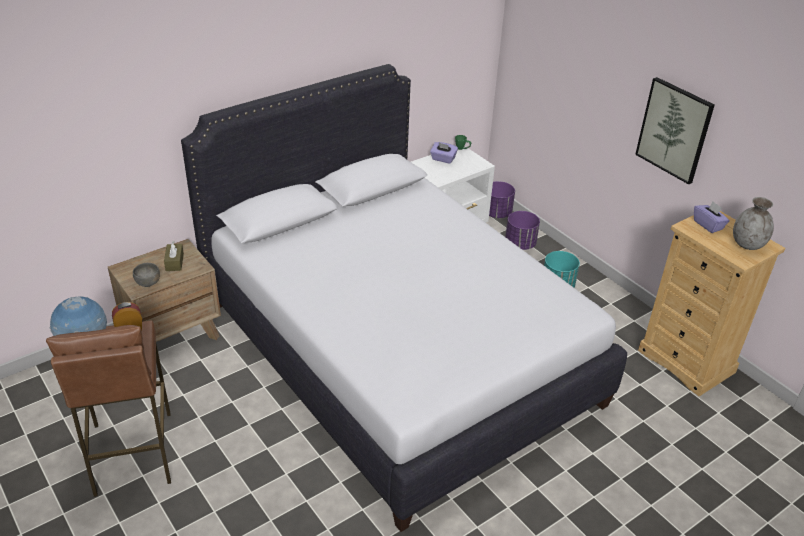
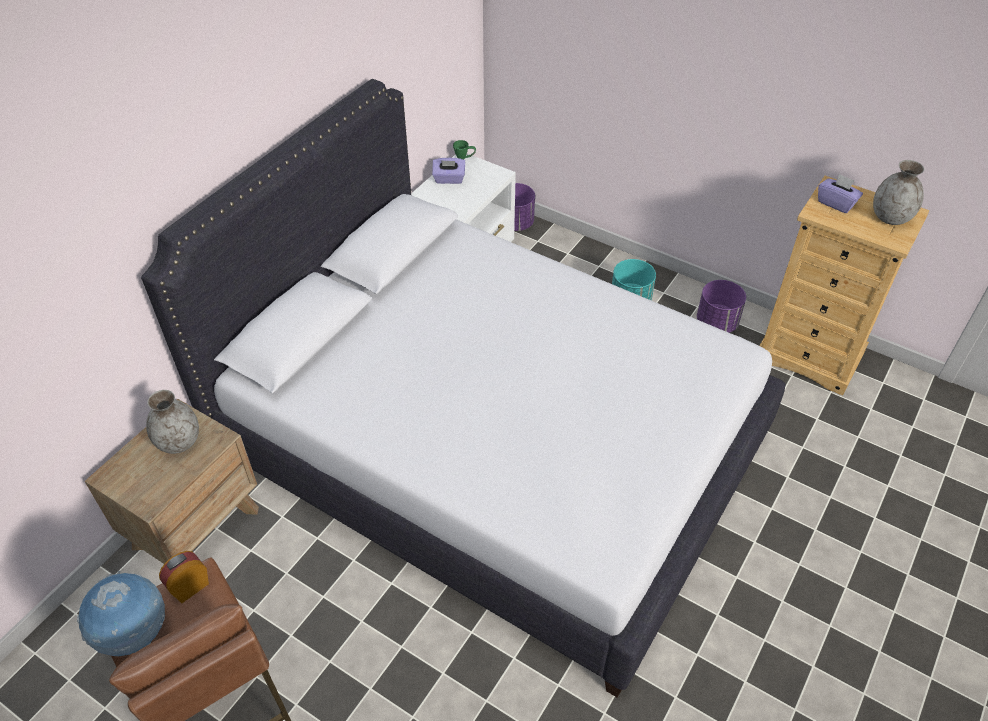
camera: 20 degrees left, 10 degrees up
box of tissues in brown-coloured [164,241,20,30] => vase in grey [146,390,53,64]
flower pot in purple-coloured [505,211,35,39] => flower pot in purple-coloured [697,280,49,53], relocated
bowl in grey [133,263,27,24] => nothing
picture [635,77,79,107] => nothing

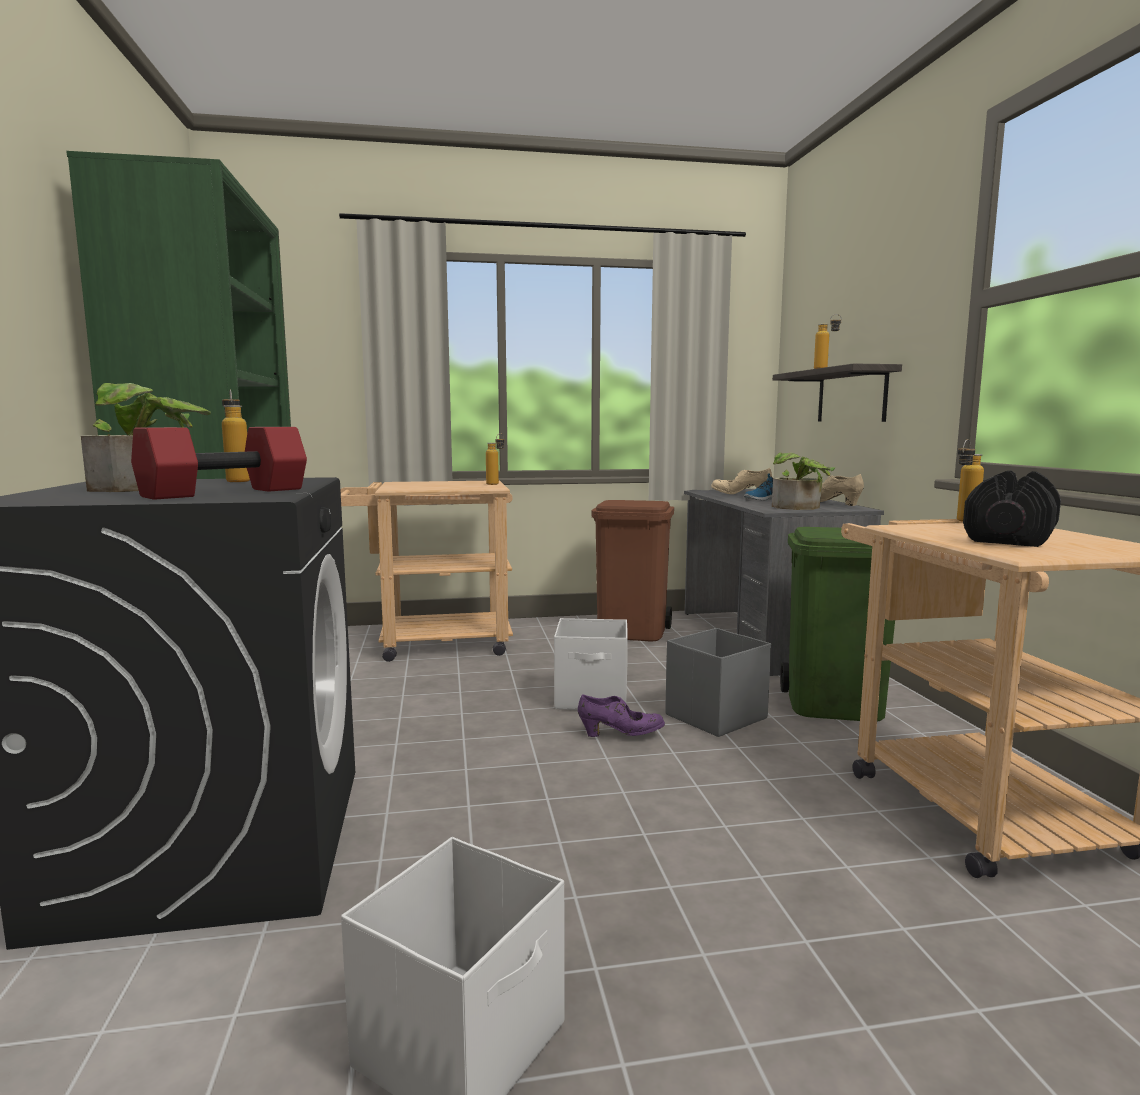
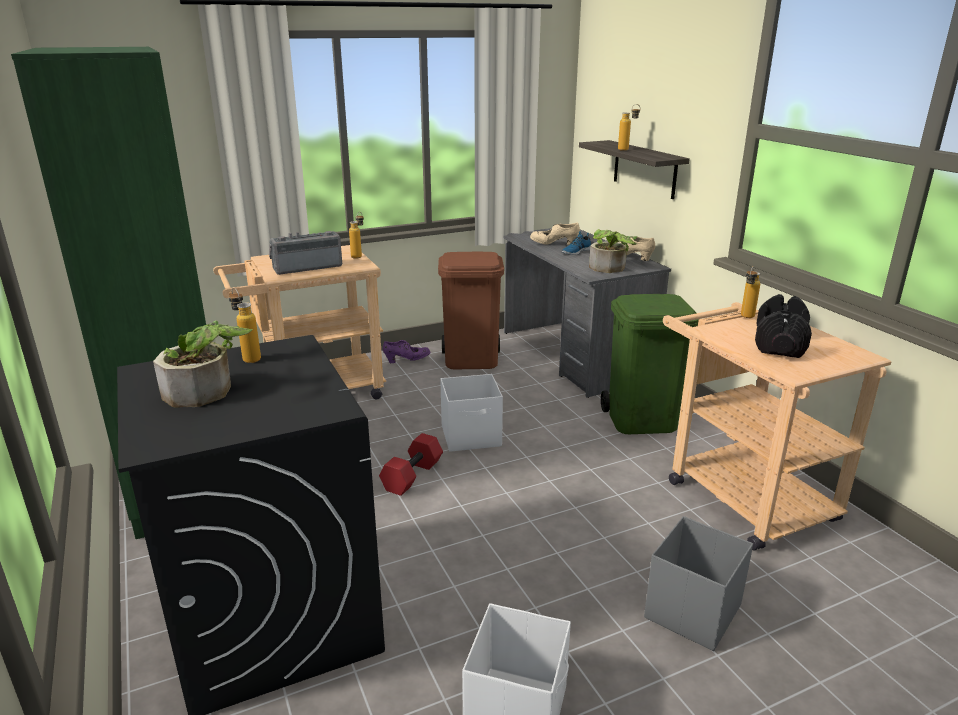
camera: 15 degrees left, 15 degrees up
nothing => radio receiver [269,231,73,44]
free weight in reddish [131,427,176,73] => free weight in reddish [379,433,64,63], relocated
shoe in purple-coloured [578,694,87,43] => shoe in purple-coloured [383,340,48,23], relocated
storage container in grey [665,628,106,109] => storage container in grey [644,516,109,135], relocated

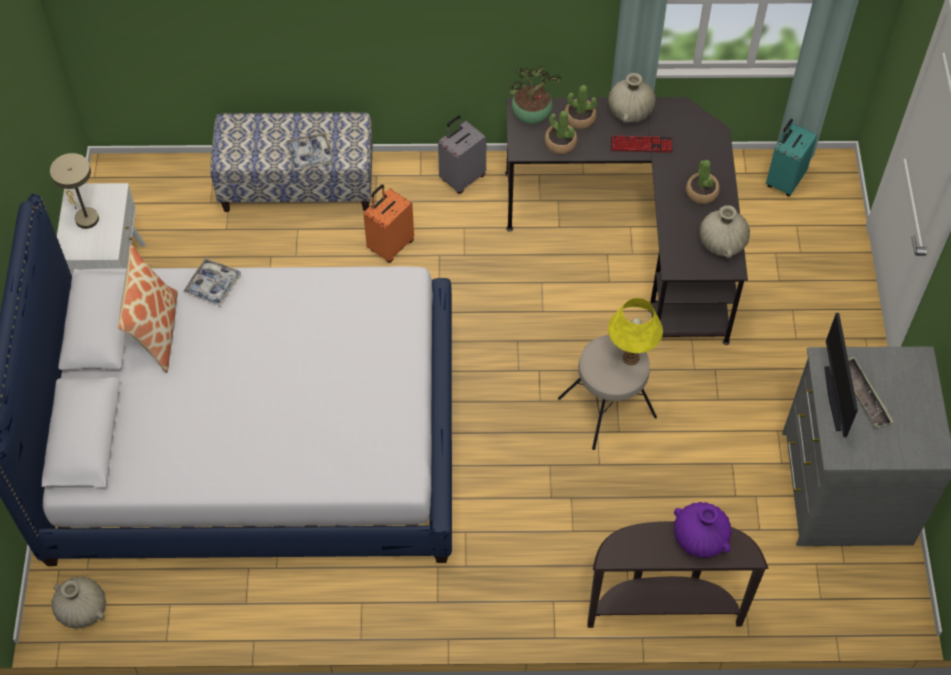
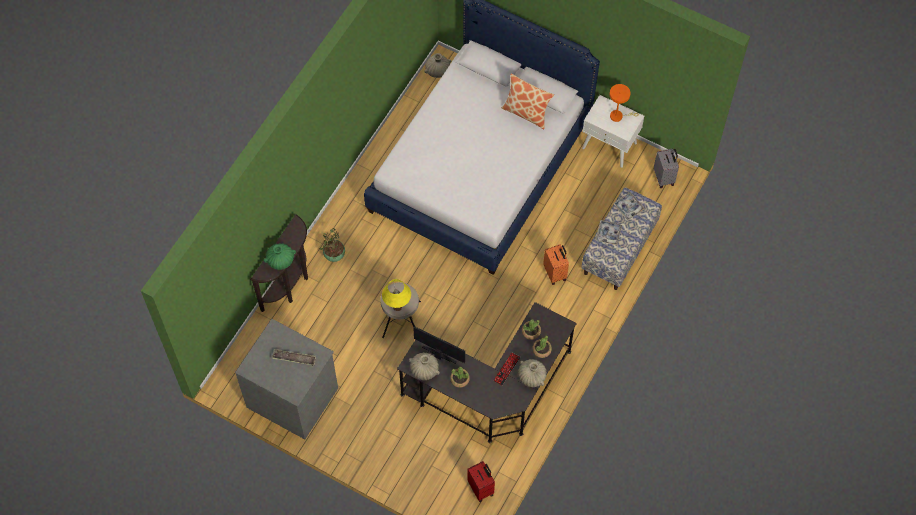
camera: 120 degrees right, 5 degrees up
vase in purple-coloured [674,502,58,56] => vase in greenish [264,243,32,27]
houseplant [508,66,54,58] => houseplant [319,228,26,34], relocated
computer screen [824,313,34,124] => computer screen [413,326,52,38], relocated
travel case in turquoise [766,119,51,77] => travel case in reddish [467,461,28,41]
lamp for a table in beige-coloured [50,153,49,76] => lamp for a table in orange [609,84,30,38]
carrying tray [184,257,57,49] => carrying tray [613,192,32,28], relocated
travel case in grey [438,115,48,79] => travel case in grey [654,149,25,39], relocated

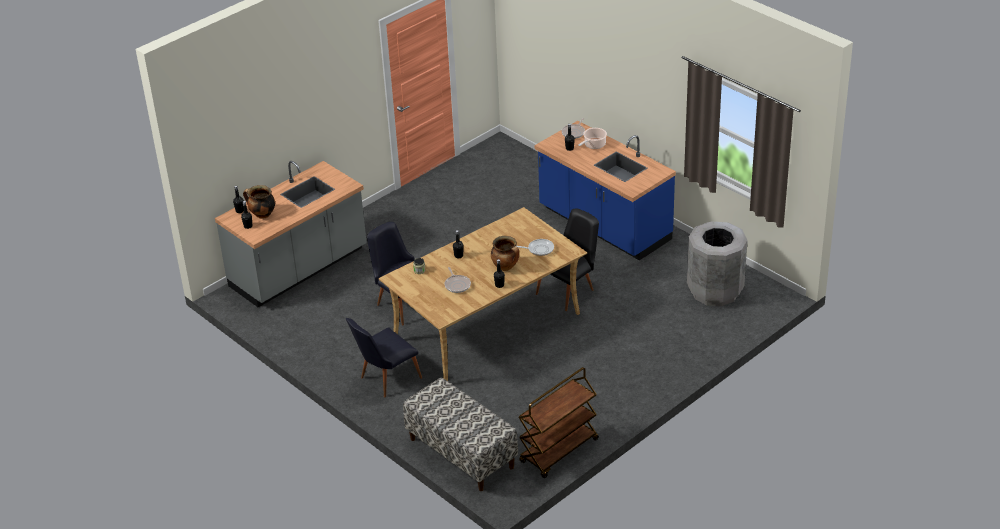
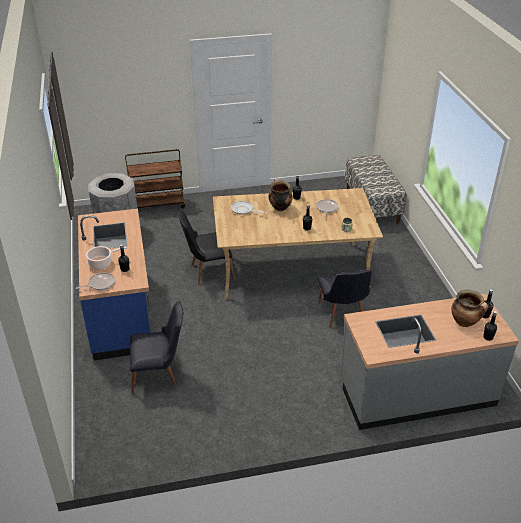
camera: 150 degrees left, 0 degrees up
wheeled cart in brown-coloured [518,367,81,111] => wheeled cart in brown-coloured [125,149,60,60], relocated
upright chair in blackish [346,318,76,80] => upright chair in blackish [130,301,53,92], relocated

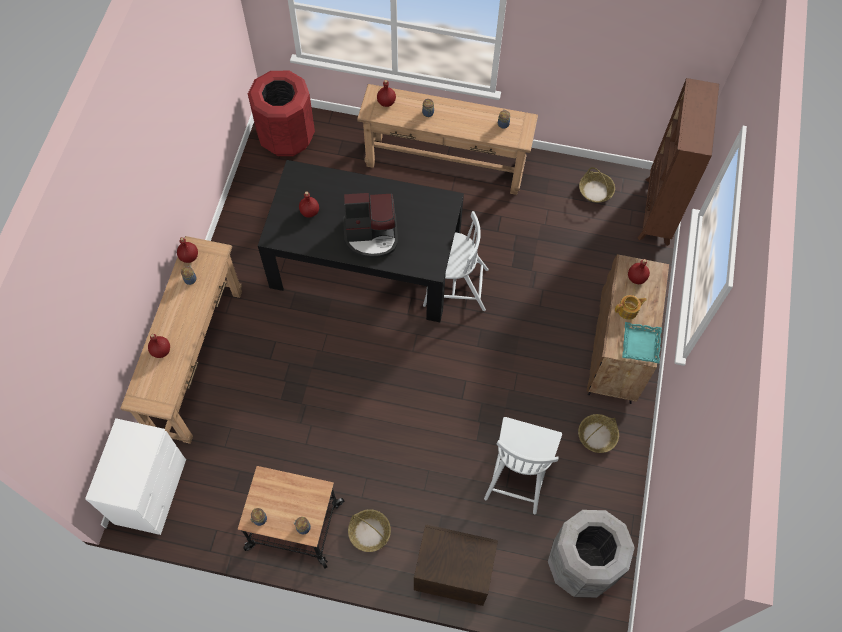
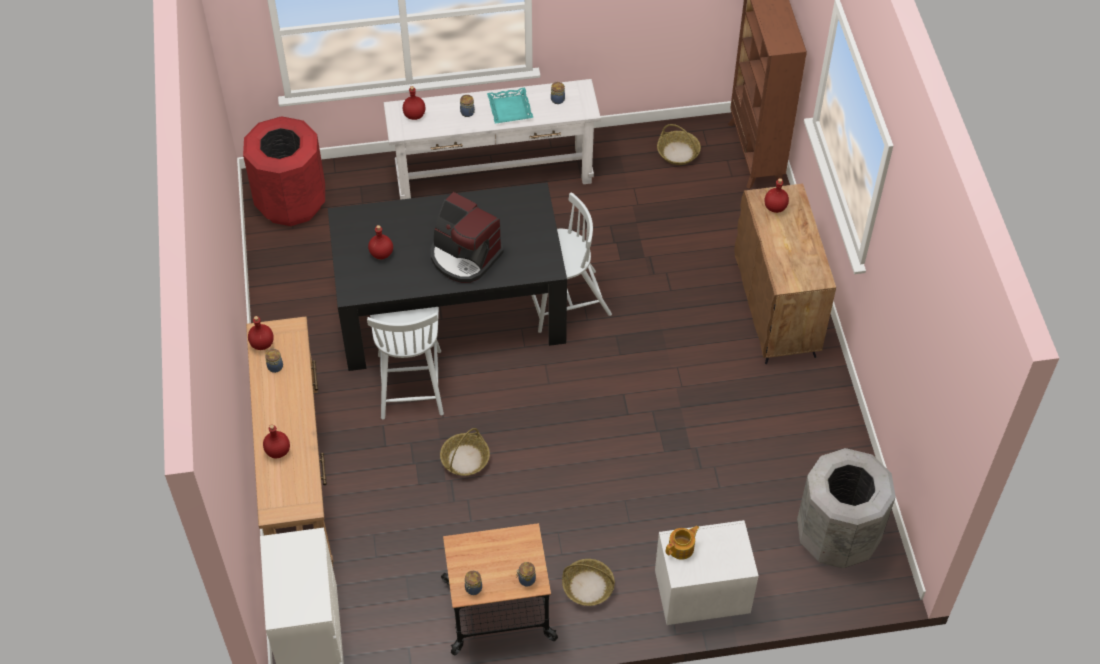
camera: 20 degrees left, 10 degrees down
upright chair in whitish [484,417,78,98] => upright chair in whitish [367,307,77,113], relocated
console table in brown-coloured [357,84,181,111] => console table in whitish [384,79,217,121]
coffee maker [343,193,55,65] => coffee maker [431,192,73,91], 60 degrees clockwise
storage basket [578,414,41,39] => storage basket [440,428,50,48], relocated
carrying tray in turquoise [622,322,40,41] => carrying tray in turquoise [487,88,46,36], relocated
nightstand in brown-coloured [414,525,84,81] => nightstand in whitish [655,520,104,105]
tea pot [615,295,32,25] => tea pot [666,526,33,34], relocated

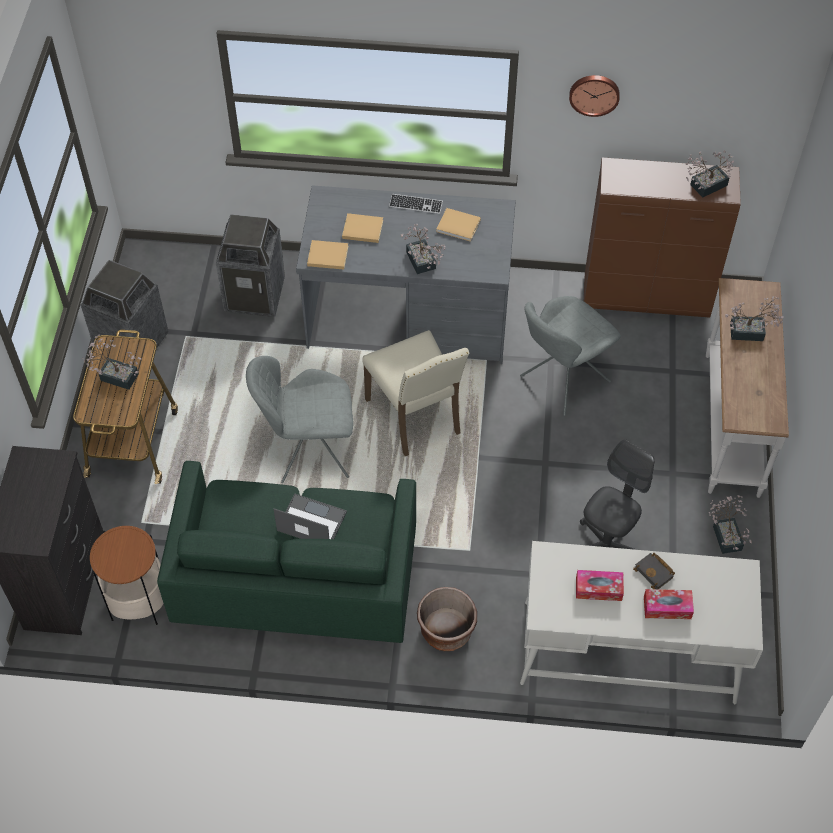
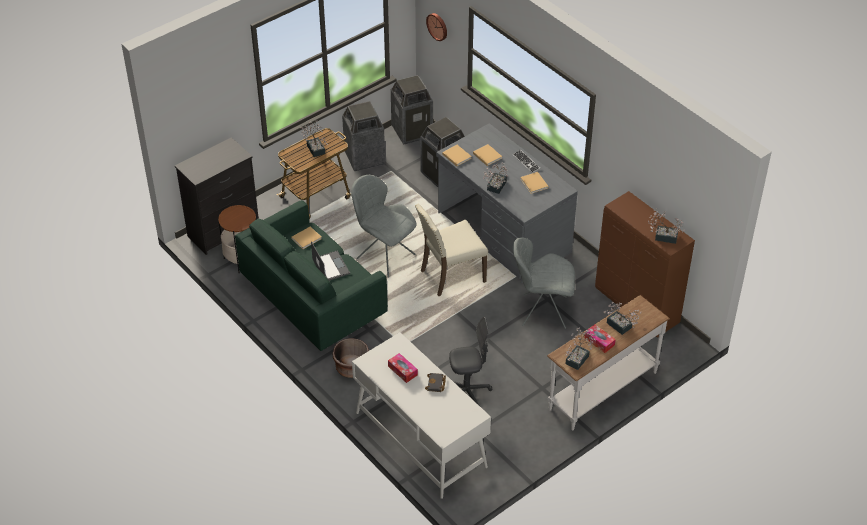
camera: 45 degrees right, 10 degrees down
nothing => bound book in beige-coloured [291,226,31,23]
nothing => trash can [391,75,42,70]
upright chair in beige-coloured [362,330,107,126] => upright chair in beige-coloured [415,204,73,92], 45 degrees clockwise
clock on the wall [569,75,51,42] => clock on the wall [426,13,21,28], relocated
houseplant [709,495,43,59] => houseplant [565,328,31,42], relocated
box of tissues [644,589,50,30] => box of tissues [584,324,32,29], relocated

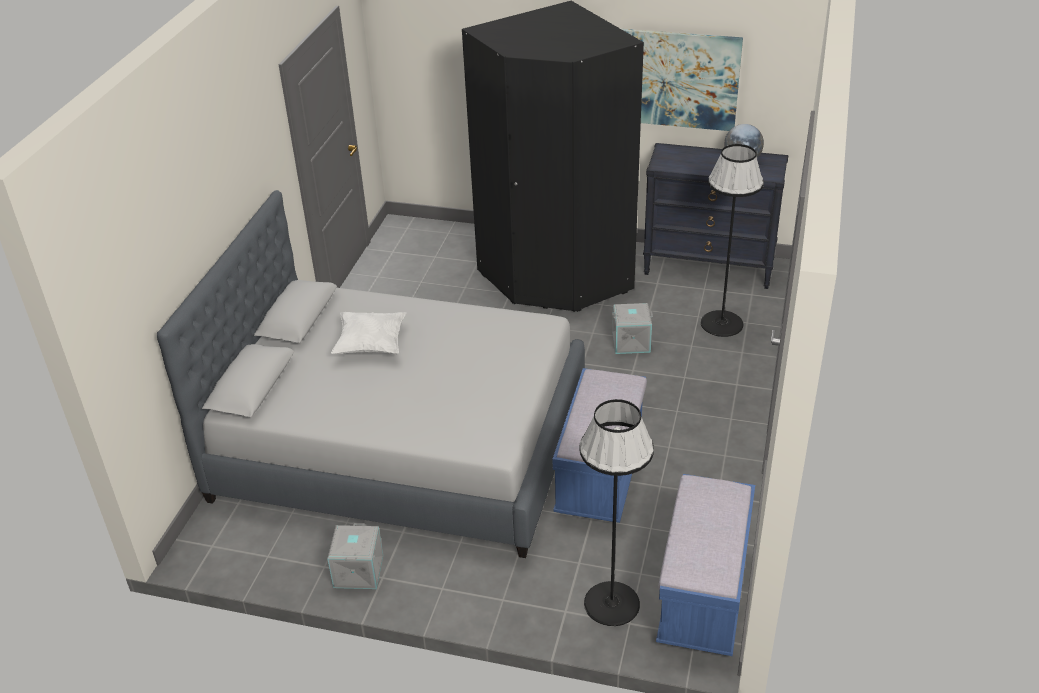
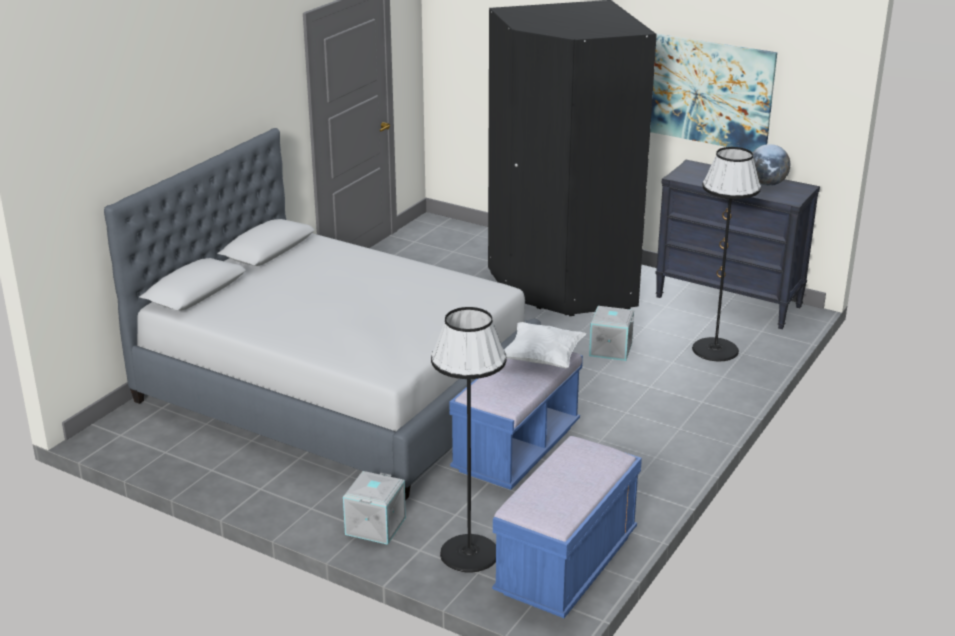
camera: 15 degrees right, 10 degrees down
storage container in grey [327,523,56,66] => storage container in grey [343,471,63,74], relocated
pillow in whitish [331,312,75,42] => pillow in whitish [504,322,82,46], relocated

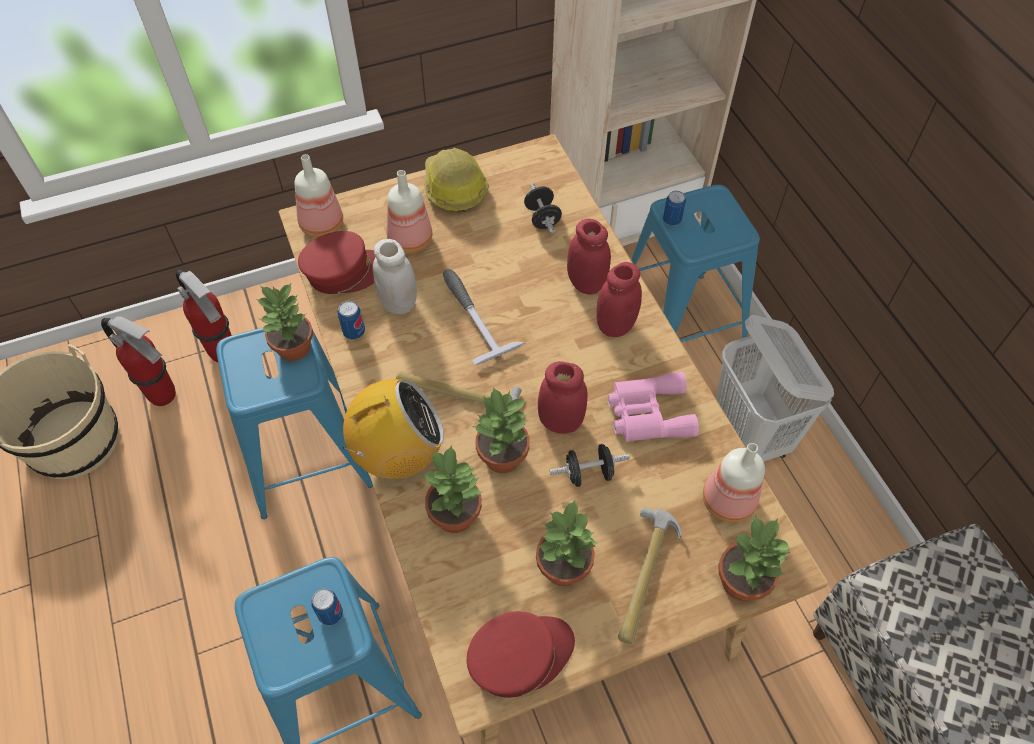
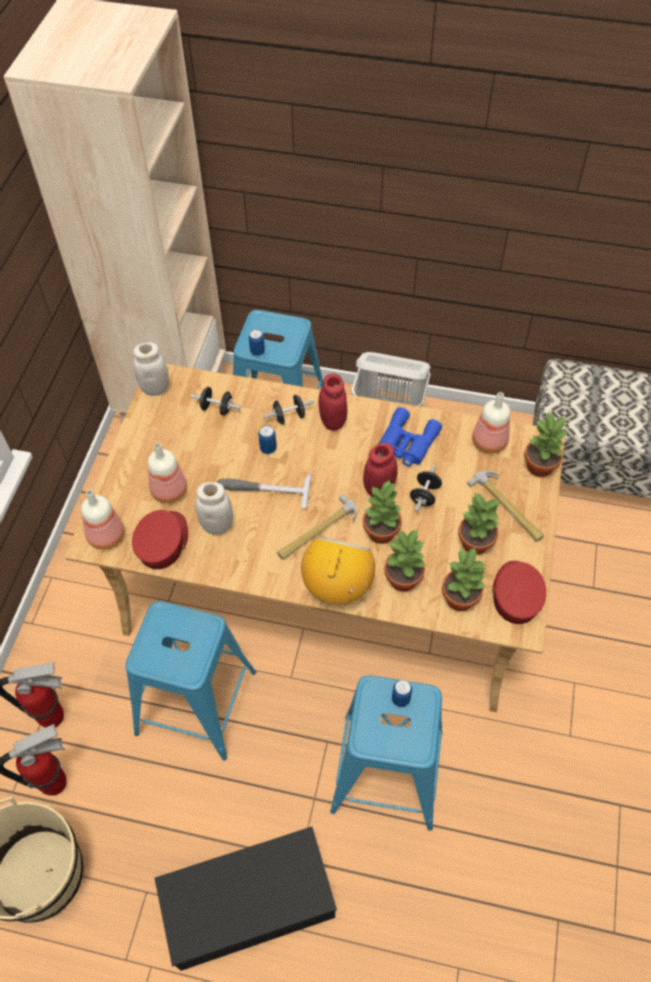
camera: 55 degrees left, 0 degrees up
nothing => preserve jar in whitish [133,342,36,54]
nothing => storage container in blackish [155,827,182,144]
can [338,301,27,39] => can [258,425,19,29], relocated
preserve jar in reddish [567,219,44,76] => free weight in blackish [263,395,51,29]
binoculars in pinkish [608,372,91,70] => binoculars in blue [379,407,63,60]
houseplant [256,282,57,79] => houseplant [442,547,44,64], relocated
safety helmet [424,148,65,64] => nothing

